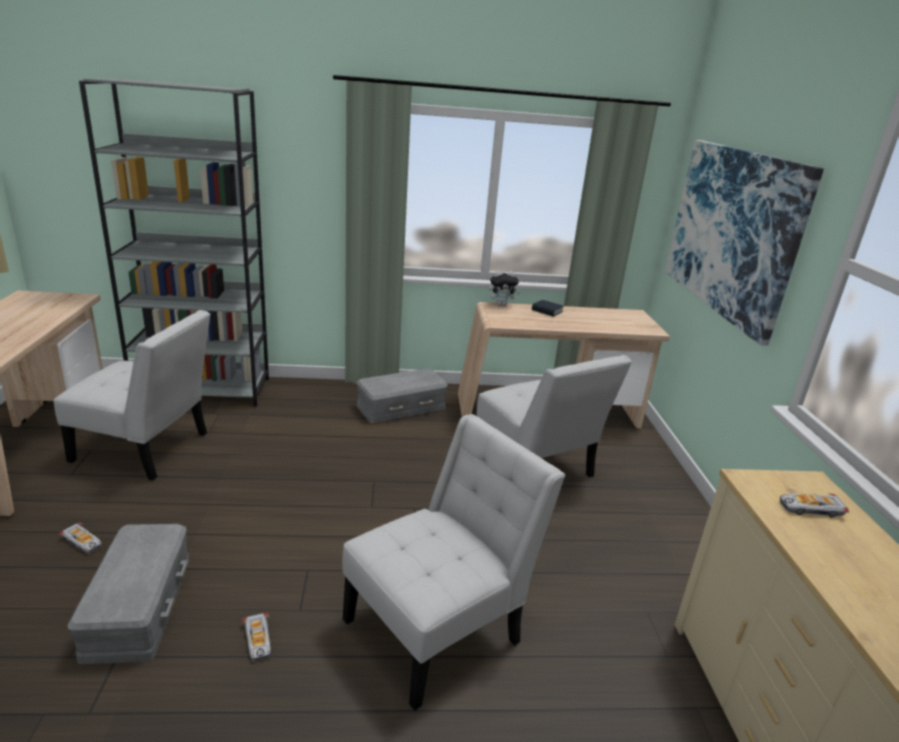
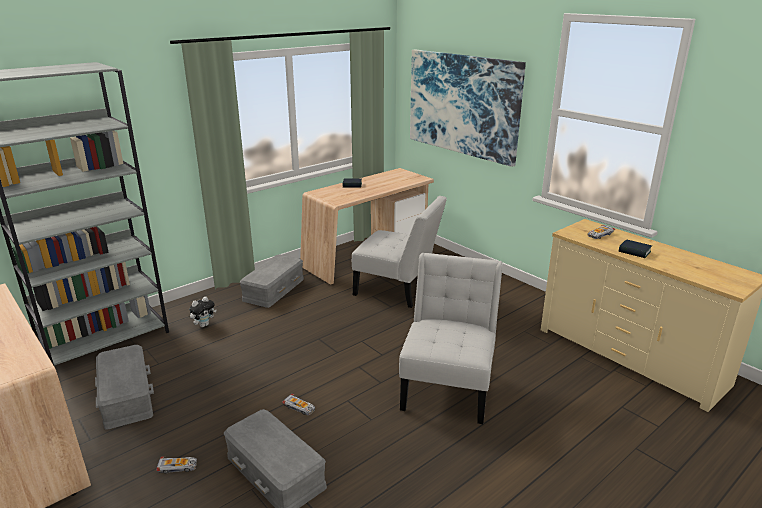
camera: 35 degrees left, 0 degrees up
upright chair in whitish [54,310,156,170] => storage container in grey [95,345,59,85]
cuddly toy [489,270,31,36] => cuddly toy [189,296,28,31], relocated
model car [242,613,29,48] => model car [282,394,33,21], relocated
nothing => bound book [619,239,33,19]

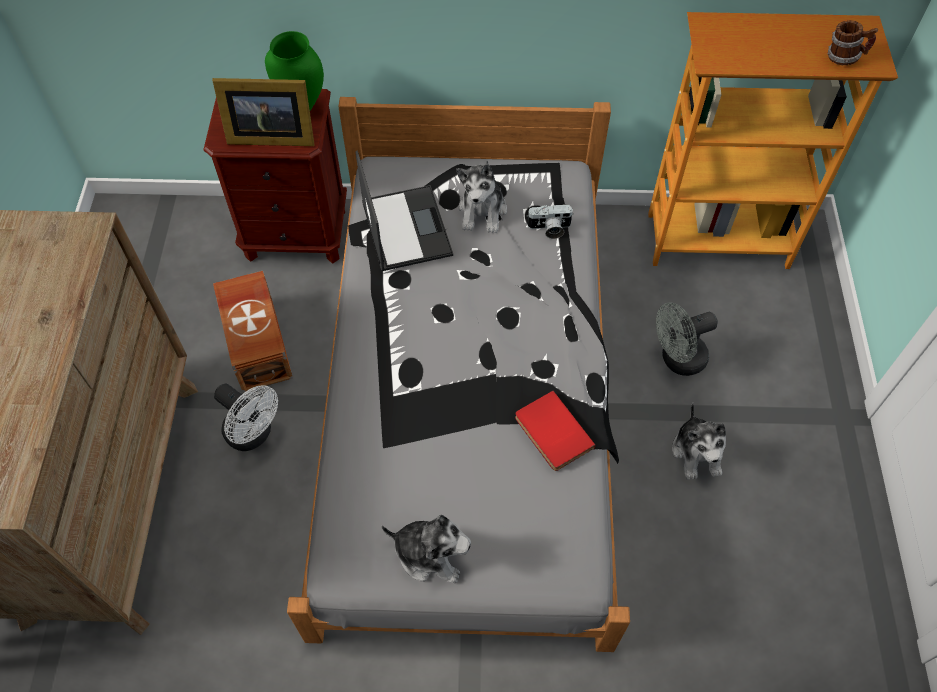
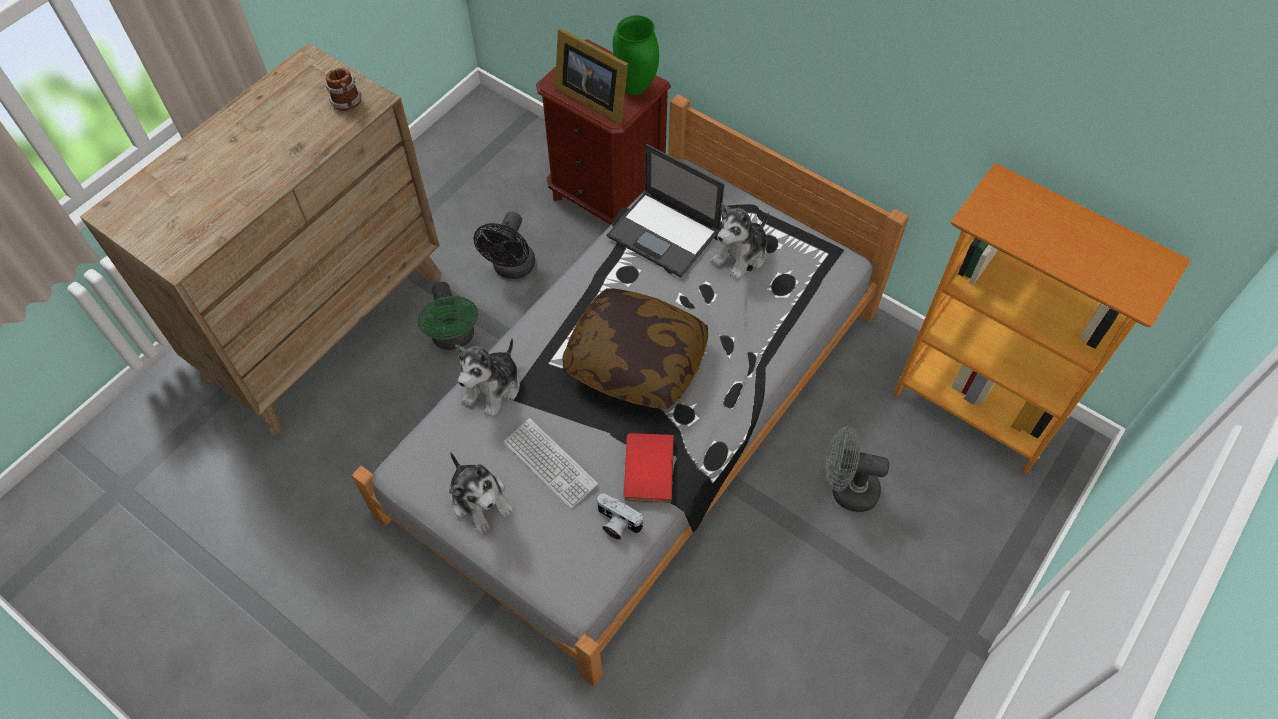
camera: 35 degrees right, 0 degrees up
tea mug [828,20,50,45] => tea mug [325,68,37,43], relocated
electric fan in whitish [214,384,64,67] => electric fan in greenish [418,282,60,68]
cuddly toy [672,402,54,78] => cuddly toy [455,338,65,80], relocated
storage container in brown-coloured [213,271,80,121] => electric fan in blackish [474,212,61,67]
nothing => computer keyboard [504,418,94,91]
nothing => pillow [563,288,145,121]
photo camera [527,204,47,35] => photo camera [597,493,46,47], relocated
portable computer [356,150,97,121] => portable computer [607,144,117,134], 105 degrees clockwise

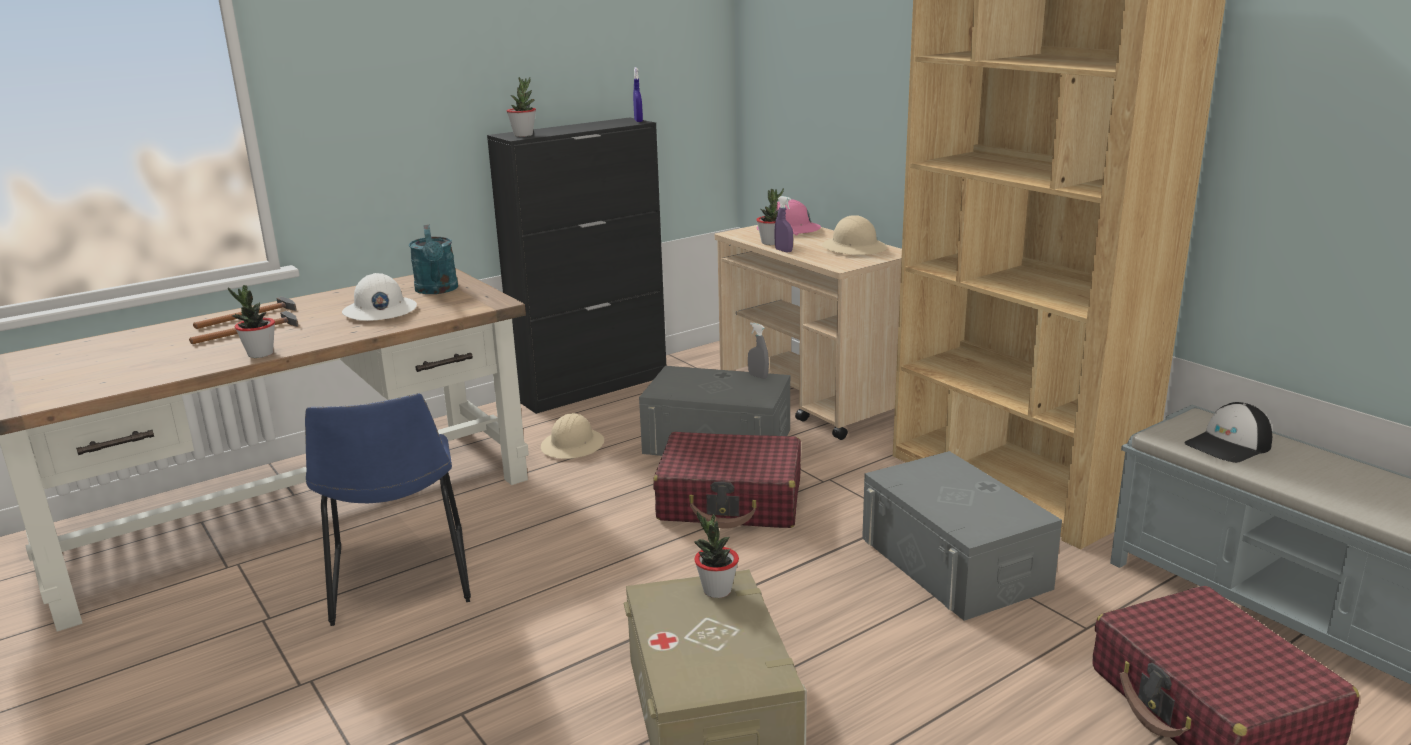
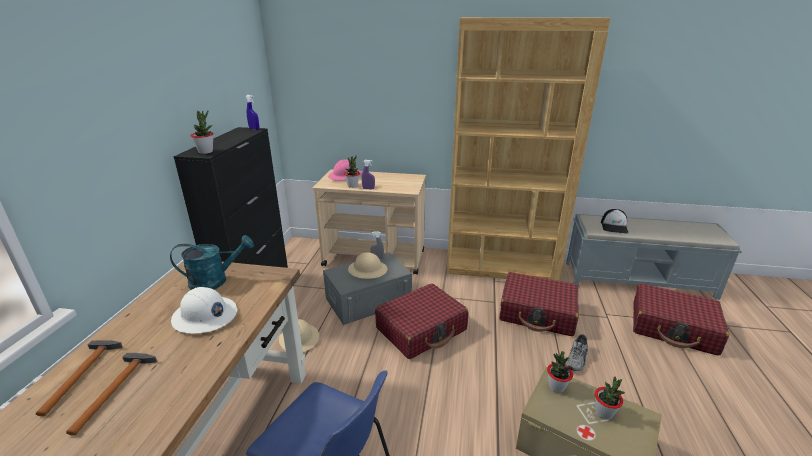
camera: 45 degrees left, 5 degrees up
watering can in turquoise [409,225,49,69] => watering can in turquoise [170,235,84,55], 45 degrees counterclockwise
safety helmet in beige-coloured [822,215,65,40] => safety helmet in beige-coloured [348,252,40,27], relocated
storage container in grey [862,451,200,170] => travel case in reddish [499,272,80,64]
nothing => shoe in grey [565,334,23,37]
houseplant [228,285,47,73] => houseplant [595,377,30,43], relocated

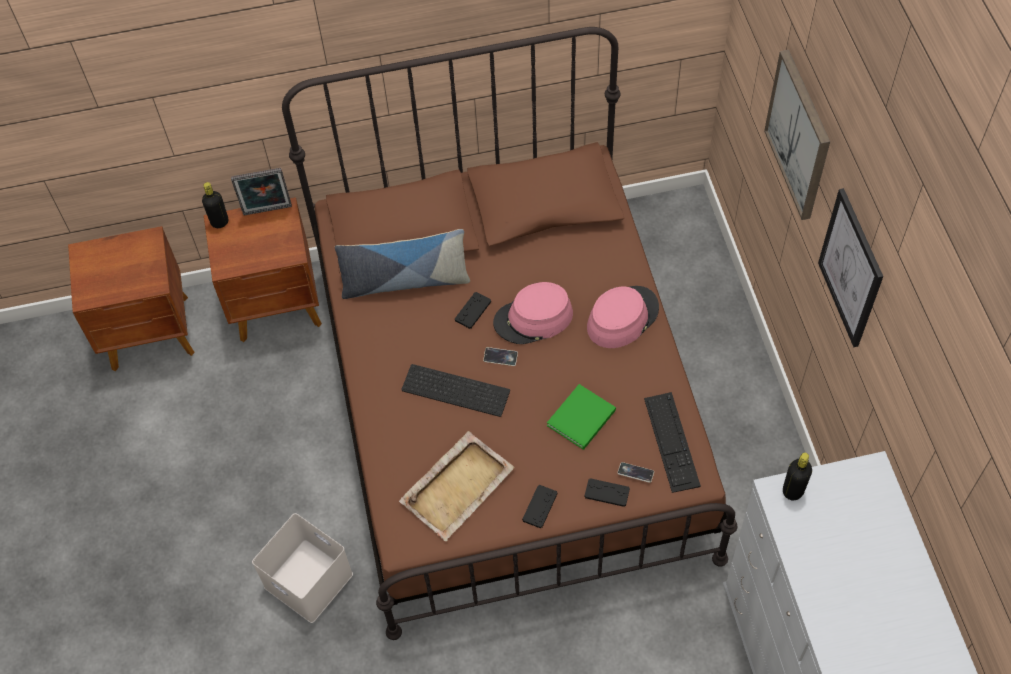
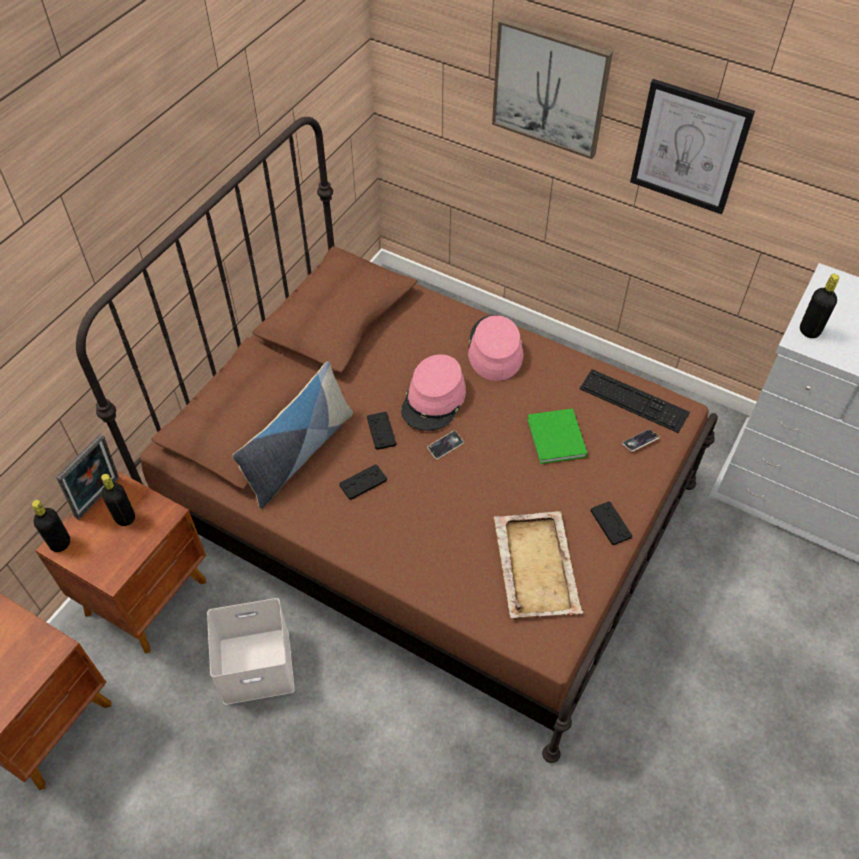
camera: 50 degrees left, 5 degrees down
nothing => beverage bottle in blackish [101,474,34,52]
storage container in whitish [252,513,101,110] => storage container in whitish [207,598,88,107], relocated
joypad in blackish [584,478,46,29] => joypad in blackish [339,464,48,36], relocated
computer keyboard [401,364,109,53] => nothing

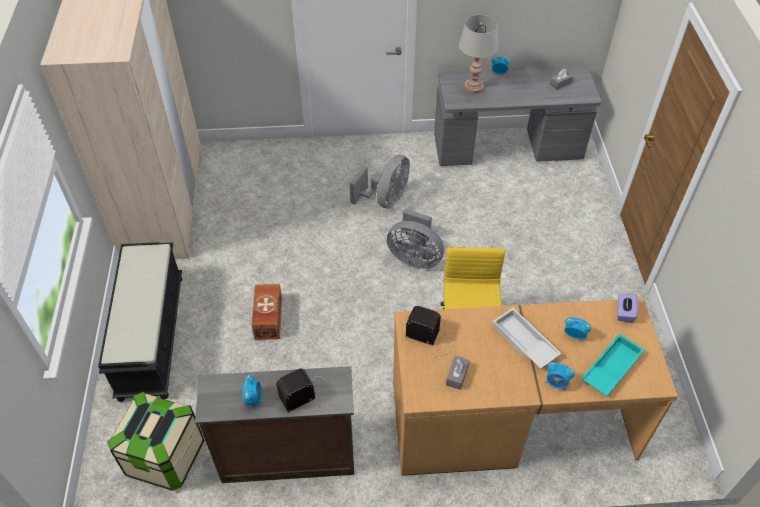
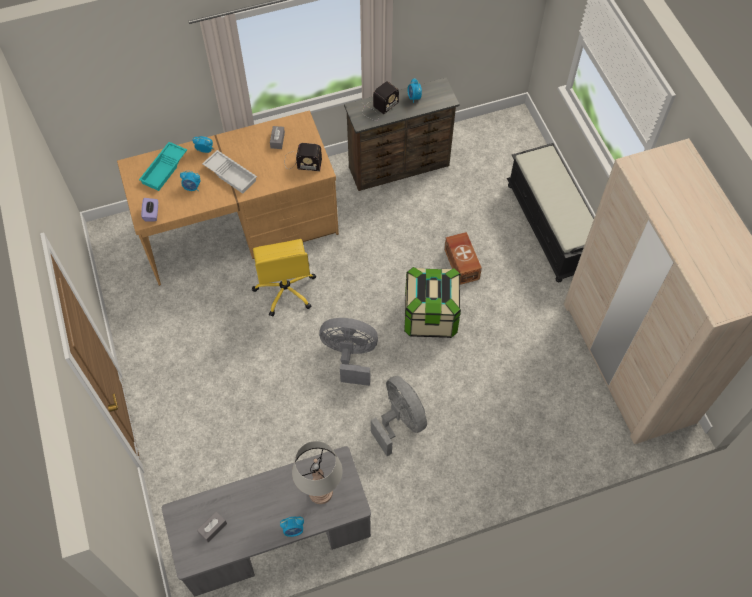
camera: 165 degrees right, 10 degrees up
electric fan in grey [350,155,60,54] => electric fan in grey [371,375,56,81], 135 degrees clockwise
storage container [108,392,97,99] => storage container [404,267,57,71], relocated

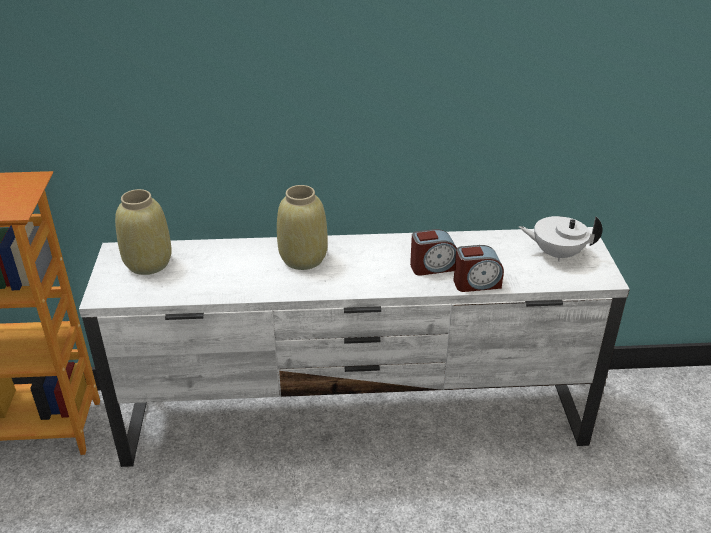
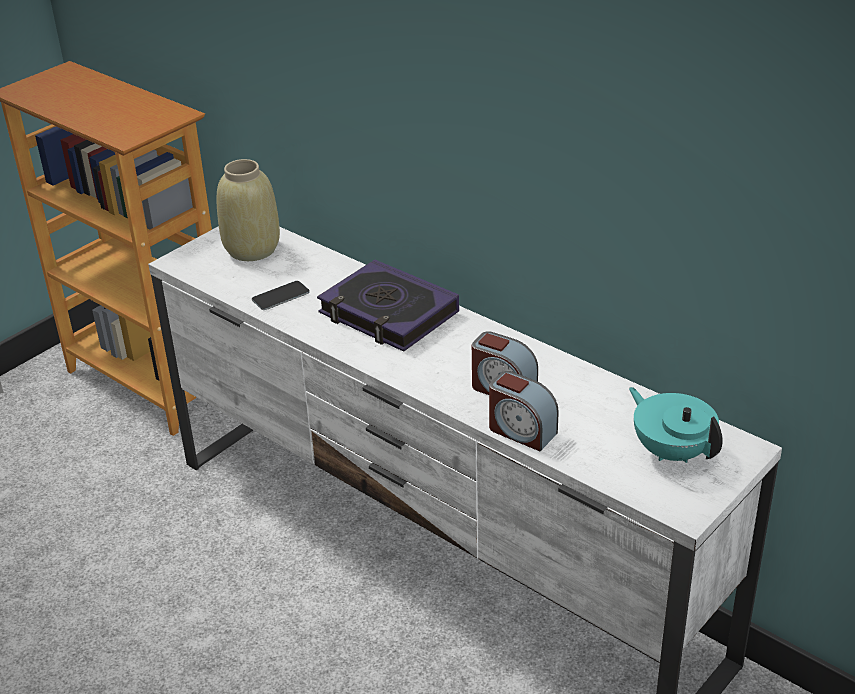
camera: 45 degrees right, 0 degrees up
nothing => handset [252,281,58,29]
vase in beige-coloured [277,185,51,85] => bound book [317,260,142,92]
tea pot in whitish [519,216,84,46] => tea pot in turquoise [629,387,94,76]

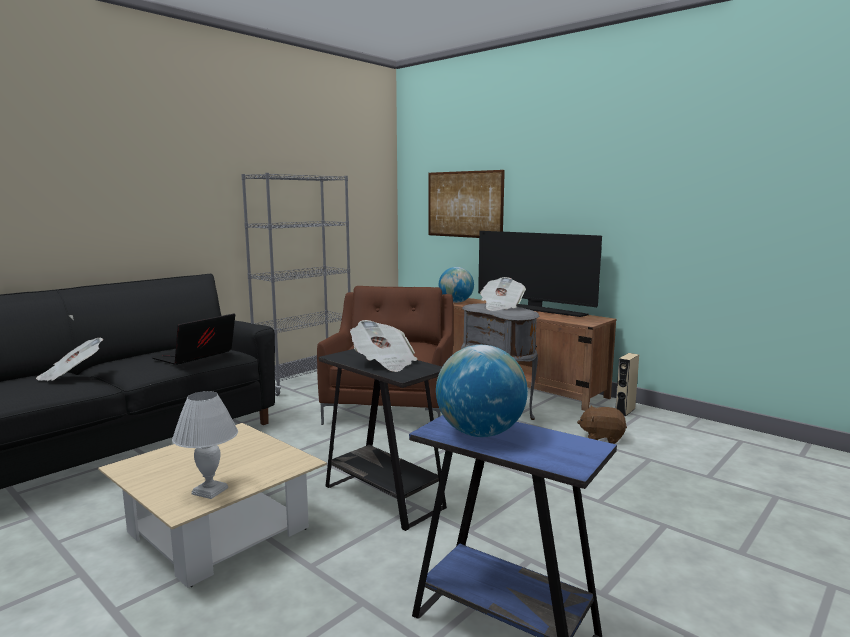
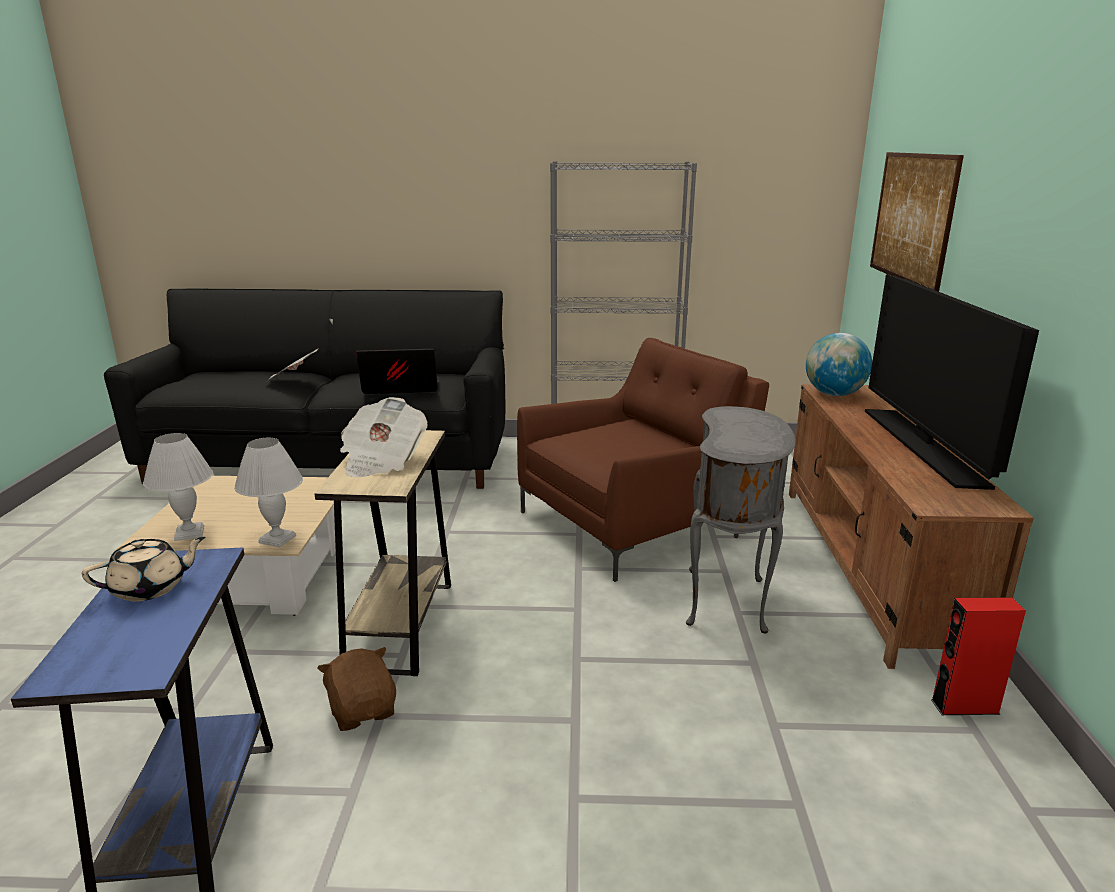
camera: 50 degrees right, 10 degrees up
desk globe [436,345,92,92] => tea pot in beige-coloured [82,537,124,65]
nothing => lamp for a table in whitish [234,438,69,109]
accent table in blackish [319,349,128,182] => accent table in beige-coloured [315,430,136,246]
cuddly toy in brown-coloured [577,406,50,38] => cuddly toy in brown-coloured [317,647,79,84], relocated
audio speaker in beige-coloured [616,353,23,63] => audio speaker in reddish [931,597,95,118]
printed paper [480,277,46,34] => nothing

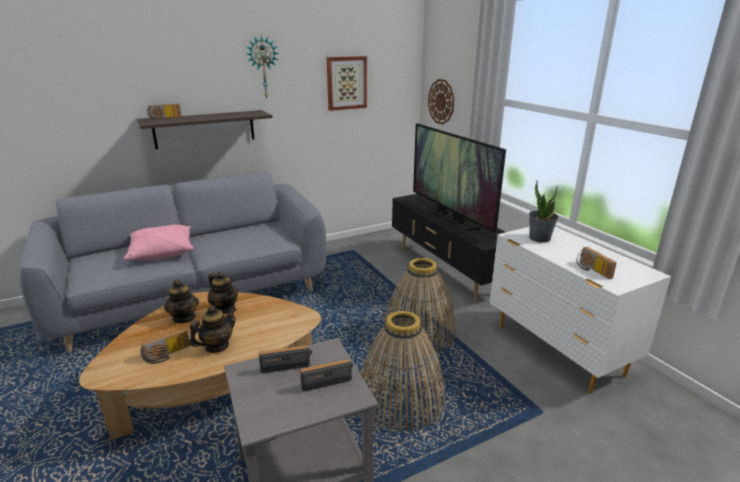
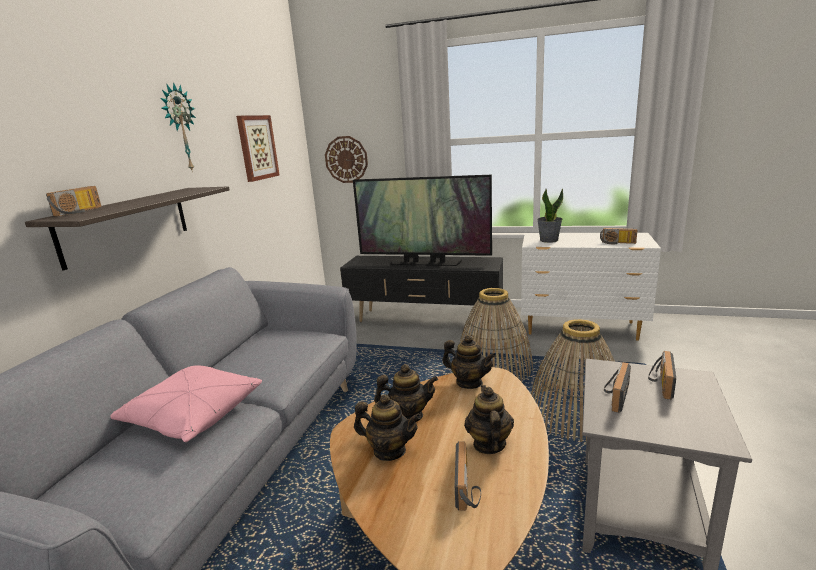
camera: 45 degrees left, 5 degrees down
nothing => tea pot [442,335,54,54]

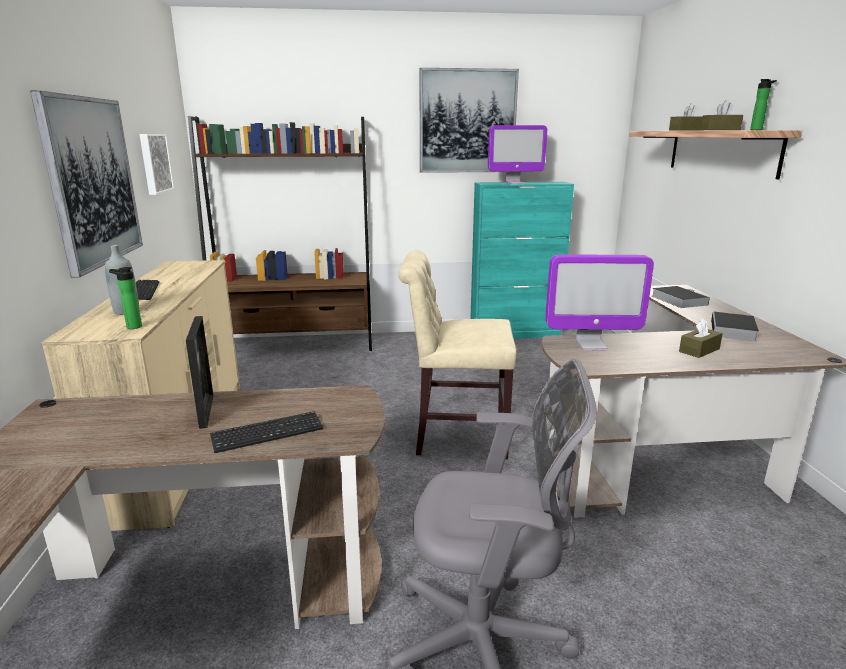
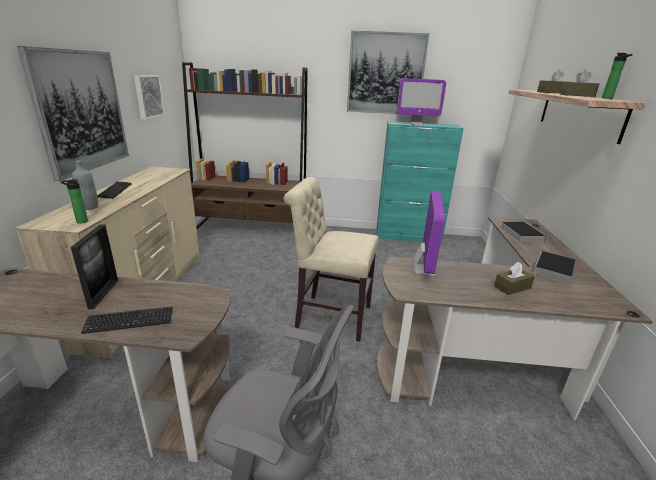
camera: 10 degrees right, 5 degrees up
computer screen [545,255,109,95] => computer screen [413,191,32,86], 90 degrees counterclockwise

